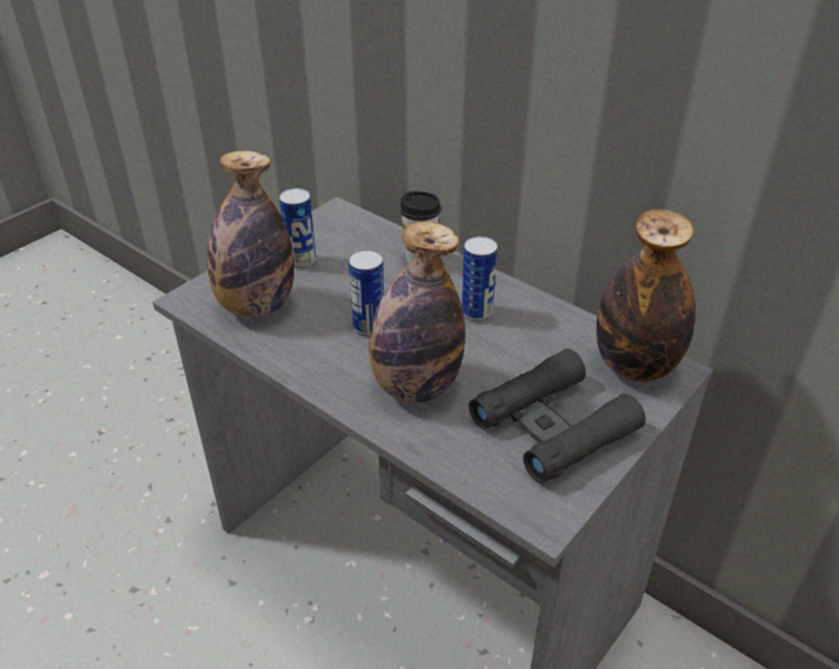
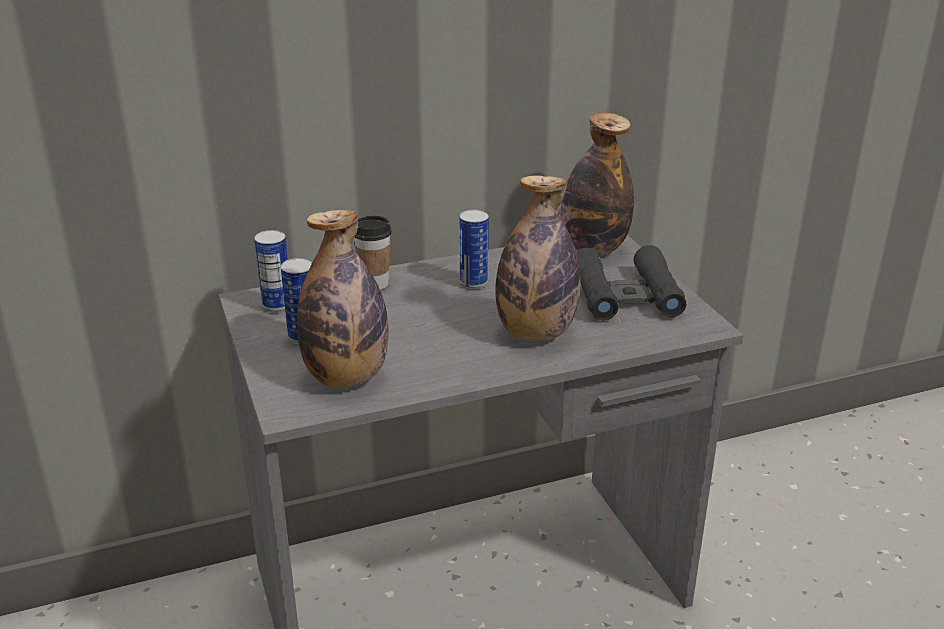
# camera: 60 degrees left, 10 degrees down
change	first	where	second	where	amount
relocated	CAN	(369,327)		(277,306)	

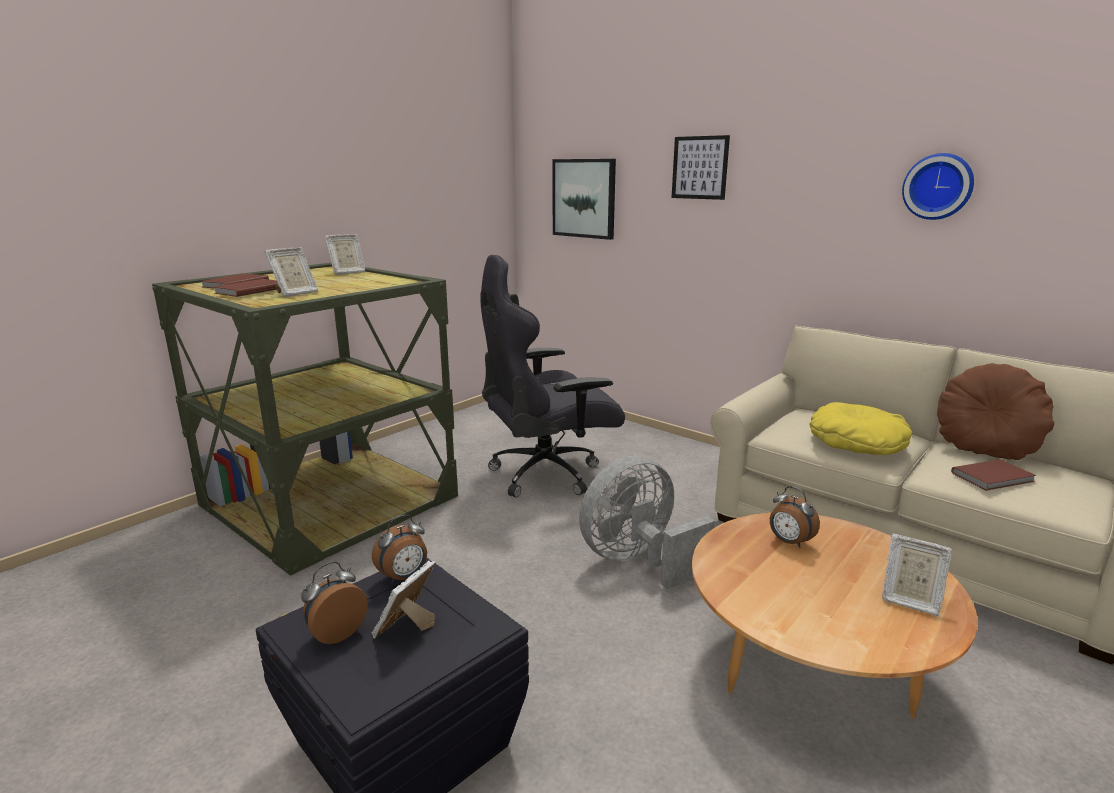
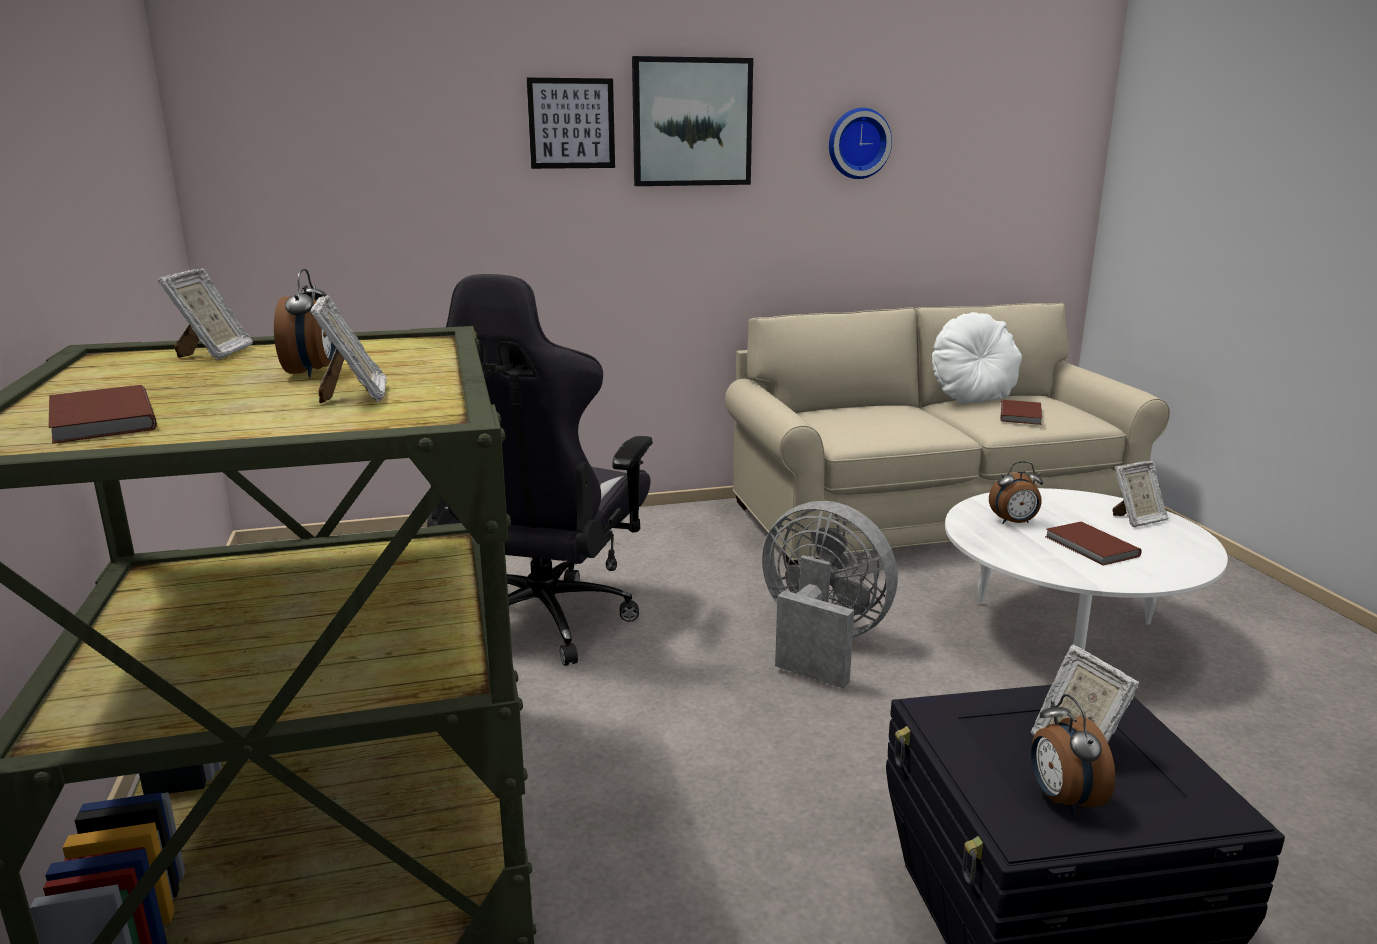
# camera: 55 degrees left, 0 degrees up
change	first	where	second	where	amount
relocated	PICTURE	(584,198)		(691,122)	
relocated	BROWN BOOK	(249,290)		(1090,547)	
colour	BROWN PILLOW	(984,451)	WHITE PILLOW	(972,400)	
missing	YELLOW PILLOW	(858,442)			
spun	GREY FAN	(638,561)		(821,642)	120 degrees clockwise
colour	BROWN COFFEE TABLE	(810,669)	WHITE COFFEE TABLE	(1065,635)	
relocated	ALARM CLOCK	(404,577)		(313,372)	

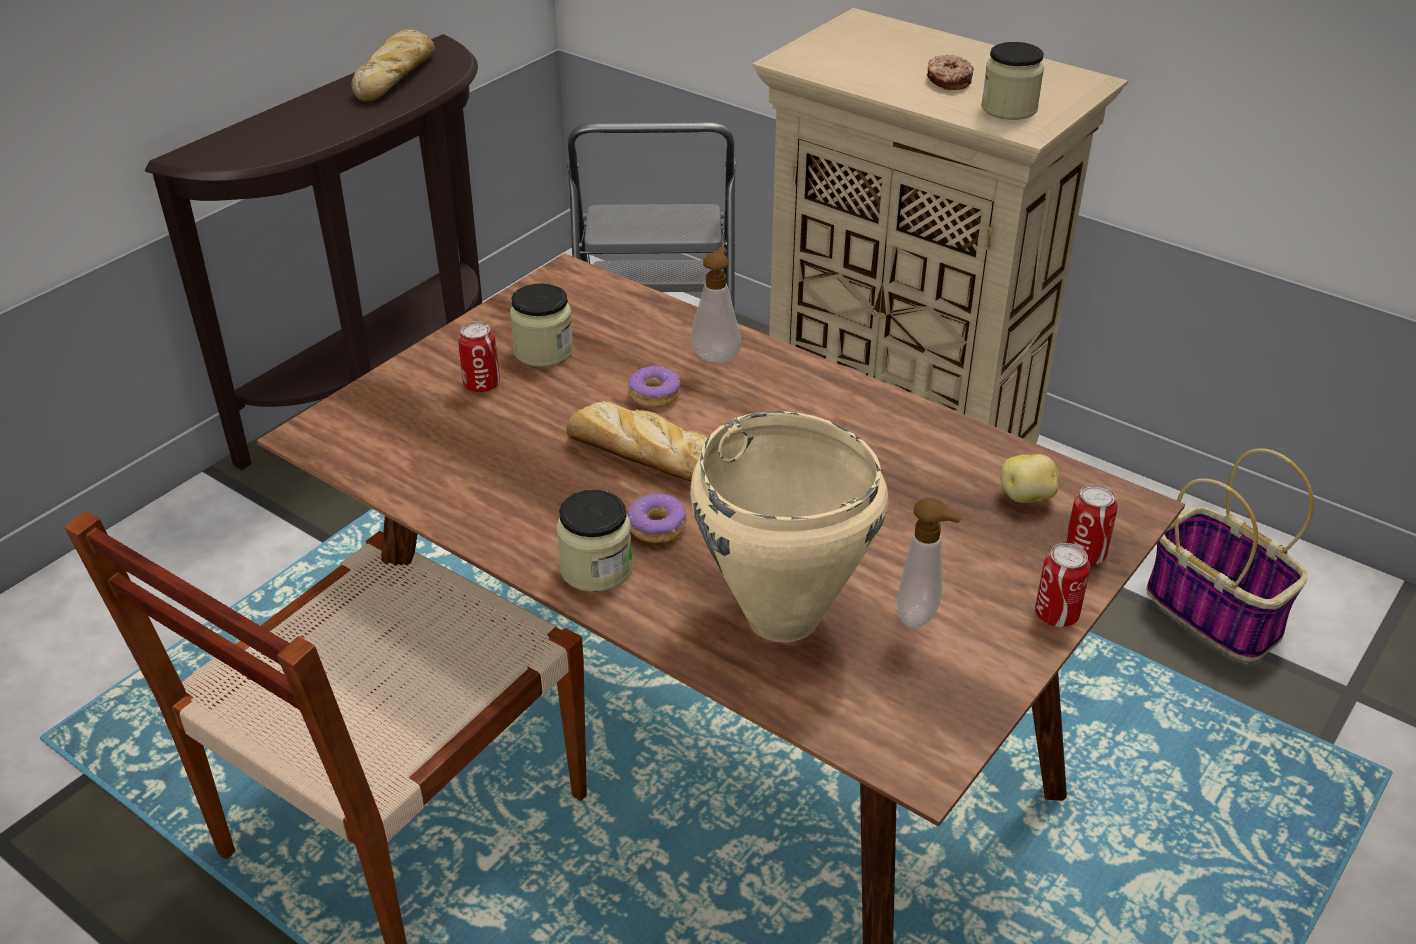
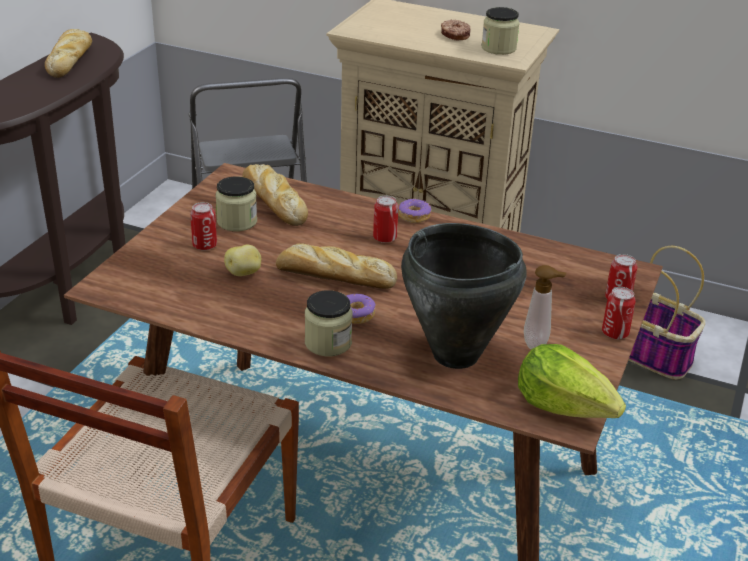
# camera: 15 degrees left, 5 degrees down
change	first	where	second	where	amount
missing	SOAP DISPENSER	(716,355)			
relocated	DONUT	(654,394)		(414,216)	
colour	BEIGE COOKING POT	(783,618)	BLACK COOKING POT	(456,355)	
relocated	POTATO	(1027,497)		(244,273)	
appeared			BREAD	(273,201)	
appeared			CAN	(384,238)	
appeared			LETTUCE	(565,406)	

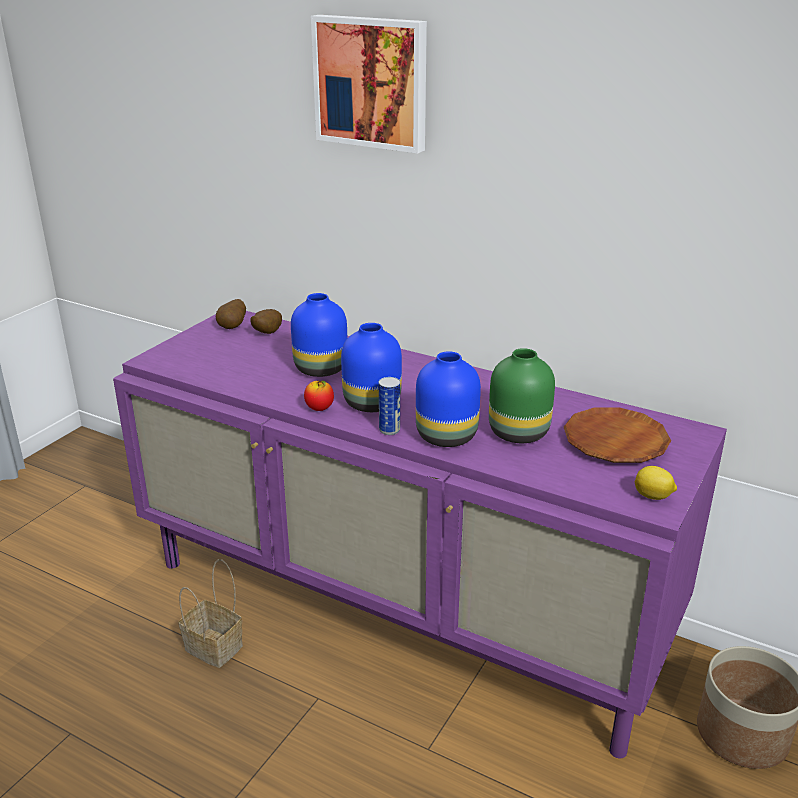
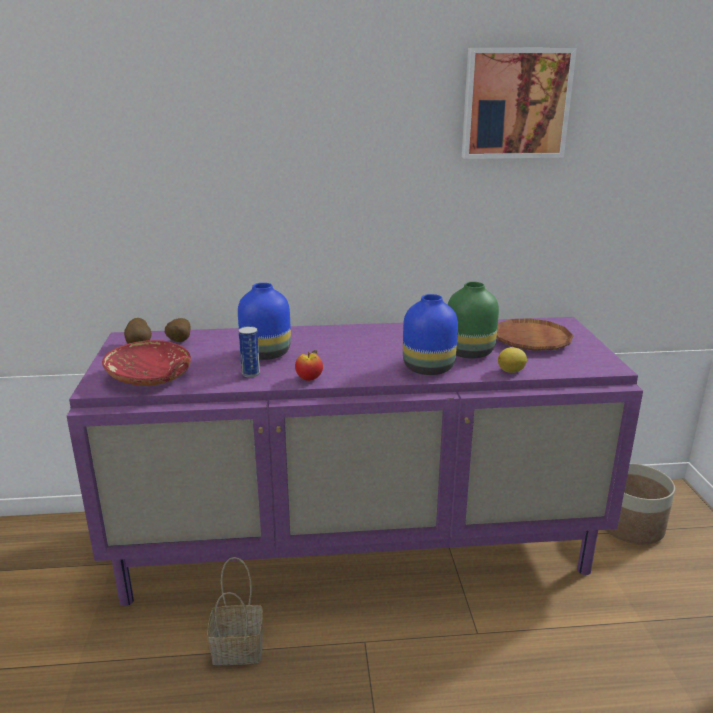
# camera: 35 degrees left, 5 degrees down
change	first	where	second	where	amount
relocated	PICTURE	(372,82)		(515,103)	
missing	BLUE VASE	(371,402)			
relocated	CAN	(389,430)		(251,374)	
relocated	LEMON	(653,496)		(512,371)	
appeared			RED BOWL	(151,377)	

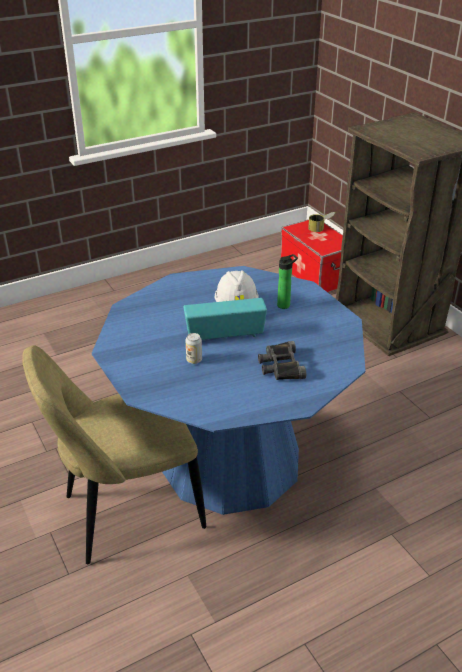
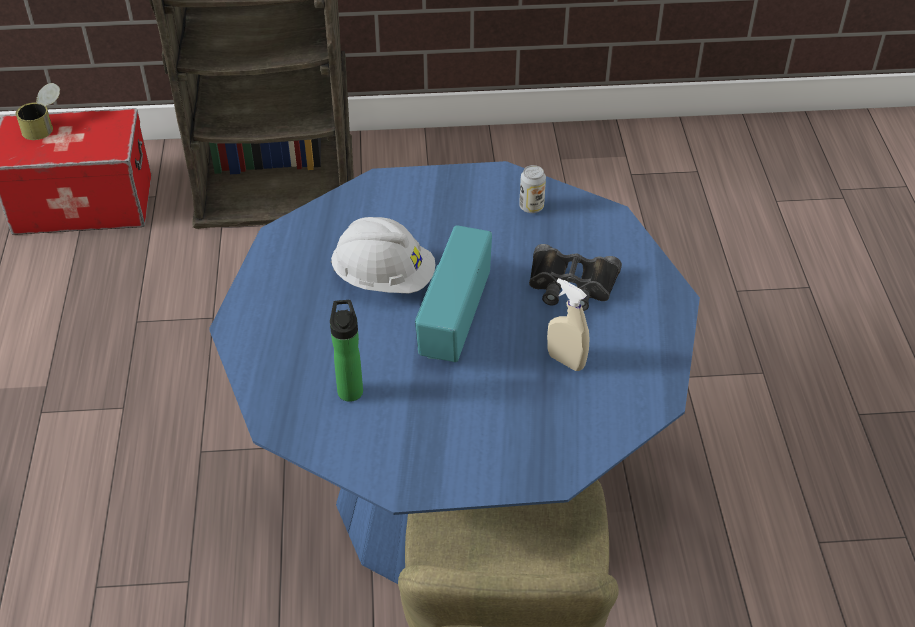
# camera: 65 degrees left, 10 degrees up
change	first	where	second	where	amount
relocated	BOTTLE	(285,305)		(350,388)	
relocated	CAN	(194,360)		(531,207)	
appeared			BEIGE SPRAY BOTTLE	(565,361)	

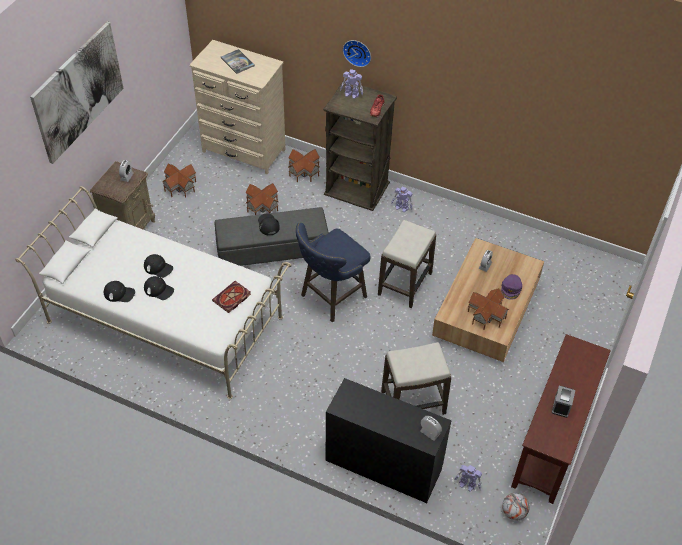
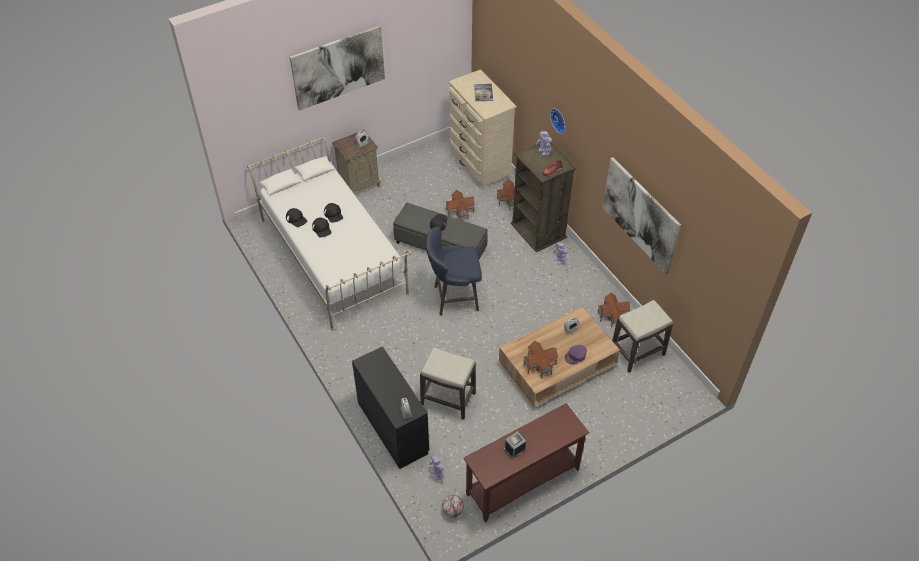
# camera: 35 degrees right, 0 degrees up
change	first	where	second	where	amount
relocated	TOY HOUSE	(181,186)		(613,316)	
relocated	STOOL	(405,284)		(637,352)	
missing	BOOK	(231,298)			
appeared			PICTURE	(640,215)	

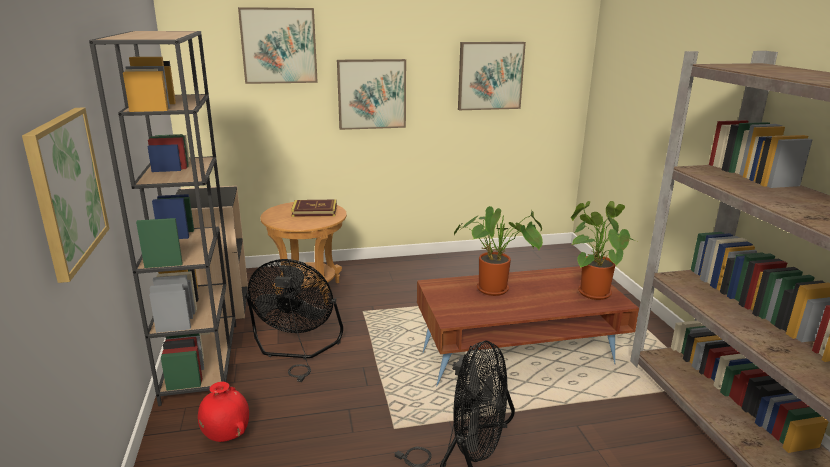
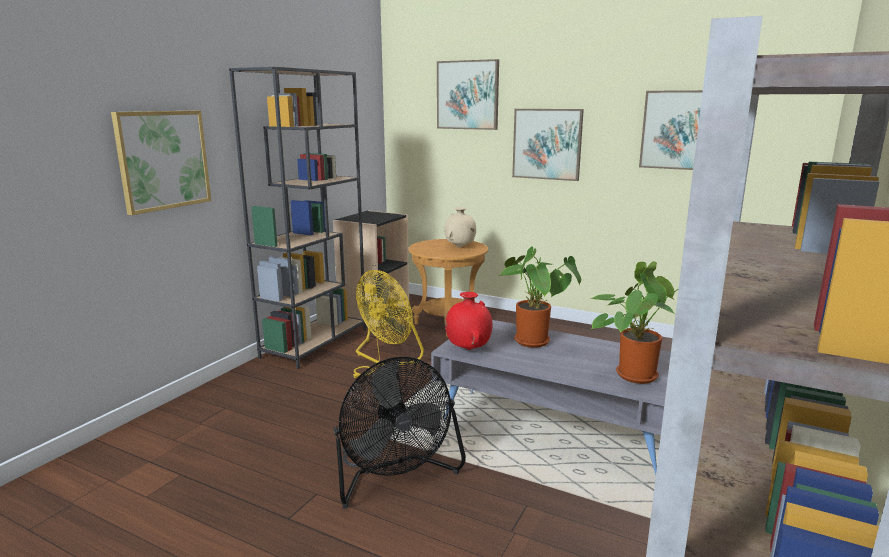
# camera: 40 degrees right, 5 degrees down
change	first	where	second	where	amount
exchanged	BOOK	(314,211)	BEIGE VASE	(460,247)	
colour	BLACK FAN	(294,350)	YELLOW FAN	(380,357)	
colour	BROWN COFFEE TABLE	(517,359)	GREY COFFEE TABLE	(553,431)	
relocated	RED VASE	(226,436)		(468,349)	

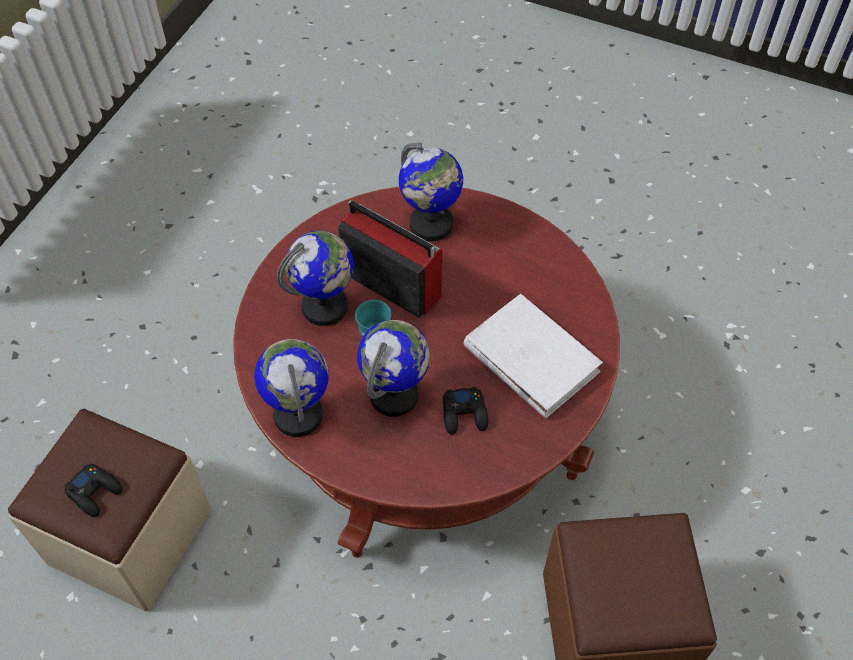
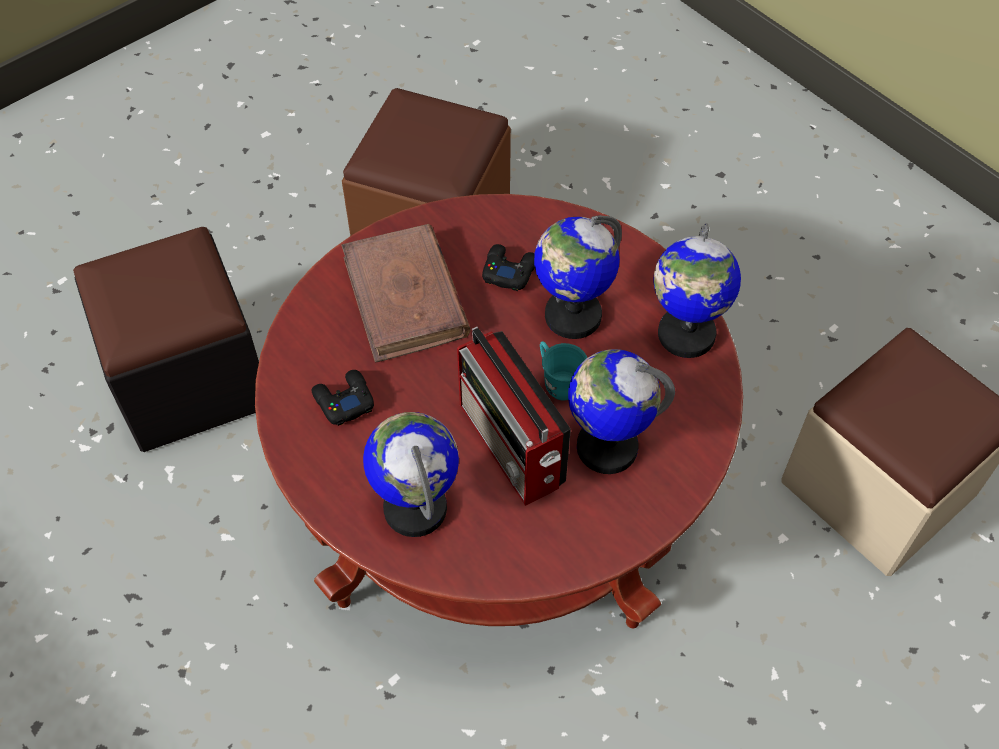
# camera: 155 degrees left, 0 degrees up
change	first	where	second	where	amount
colour	WHITE BOOK	(530,359)	BROWN BOOK	(405,297)	
relocated	BLACK GAME CONTROLLER	(95,492)		(343,401)	
appeared			BLACK OTTOMAN	(190,379)	

